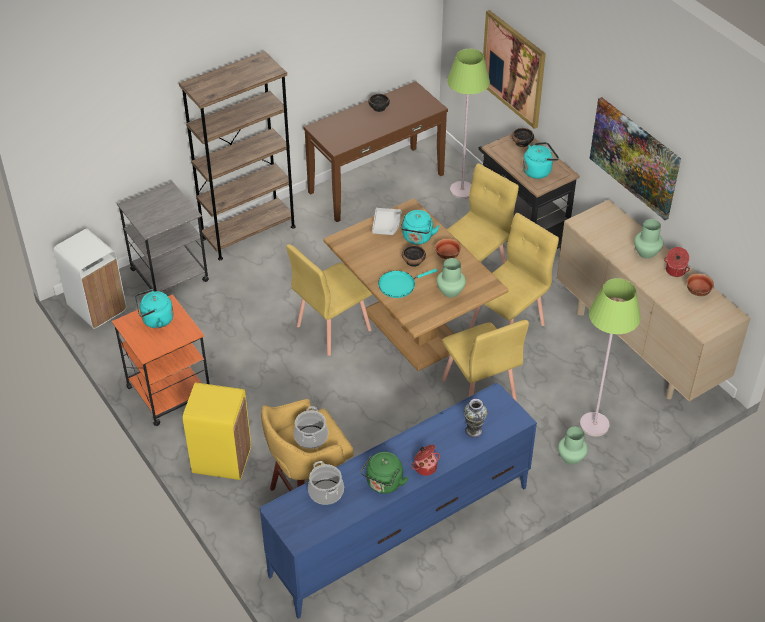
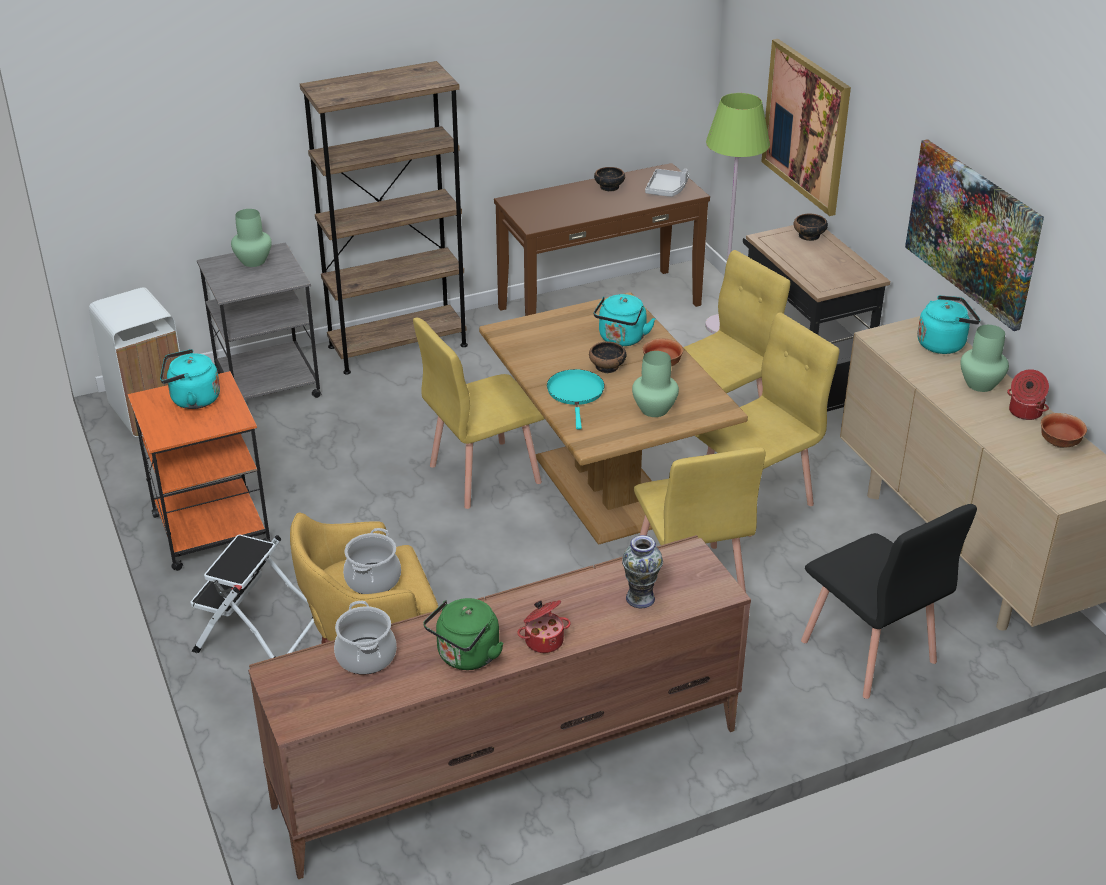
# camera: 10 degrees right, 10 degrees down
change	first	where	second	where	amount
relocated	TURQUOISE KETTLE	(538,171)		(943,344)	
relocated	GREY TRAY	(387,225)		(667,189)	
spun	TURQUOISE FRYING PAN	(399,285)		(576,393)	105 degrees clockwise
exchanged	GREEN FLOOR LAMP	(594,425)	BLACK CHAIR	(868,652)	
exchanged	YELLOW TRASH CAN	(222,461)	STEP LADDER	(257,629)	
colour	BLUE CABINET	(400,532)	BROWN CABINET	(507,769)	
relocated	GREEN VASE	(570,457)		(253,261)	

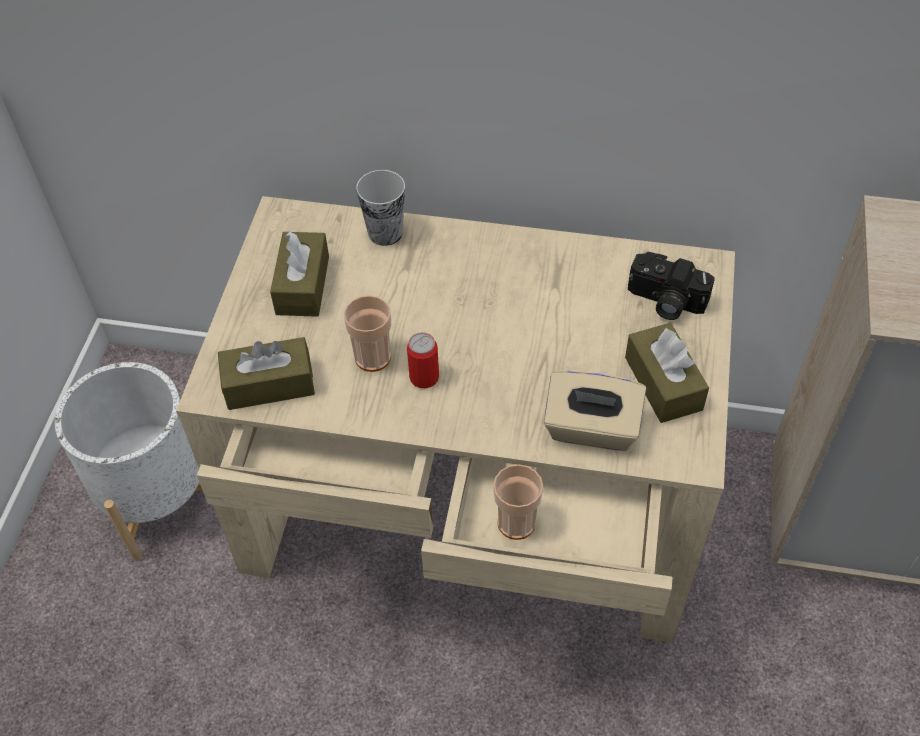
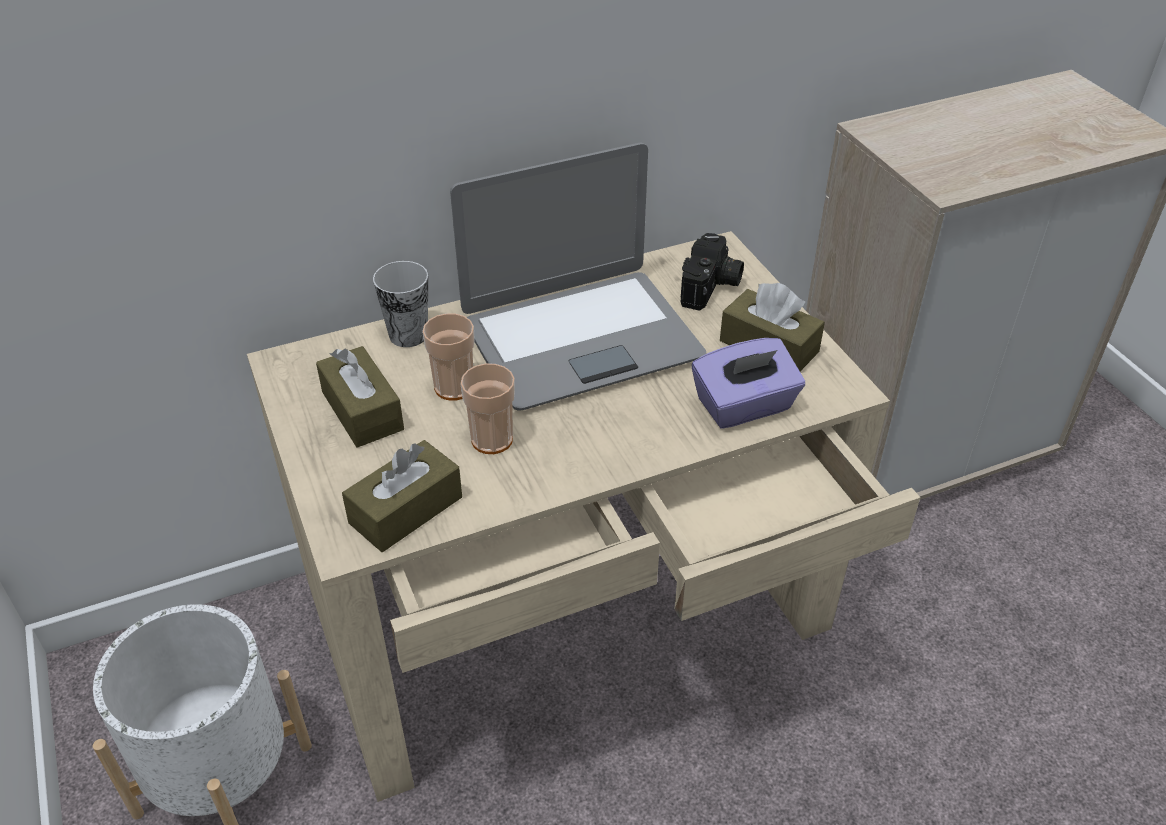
# camera: 35 degrees left, 10 degrees down
change	first	where	second	where	amount
spun	PHOTO CAMERA	(664,301)		(711,287)	60 degrees counterclockwise
missing	CAN	(424,377)			
colour	BEIGE TISSUE BOX	(591,429)	PURPLE TISSUE BOX	(744,406)	
relocated	CUP	(516,523)		(454,387)	
appeared			LAPTOP	(580,339)	

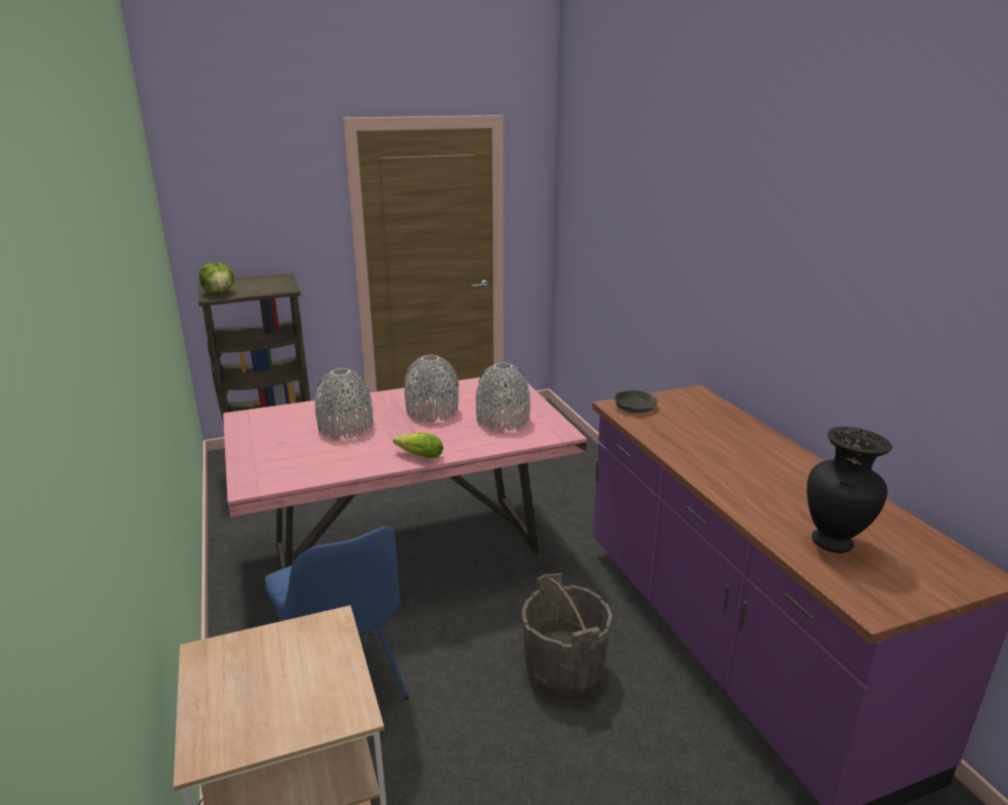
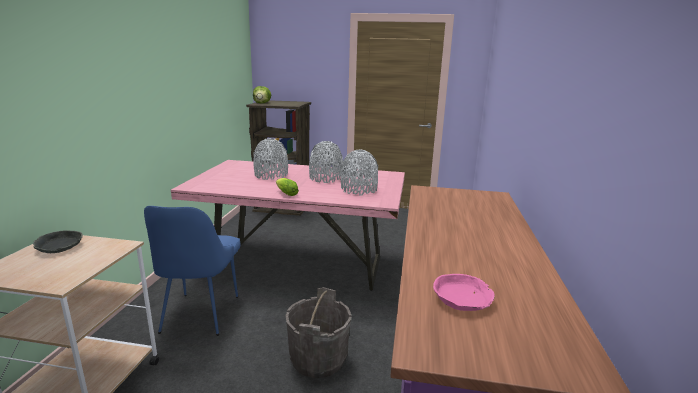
# camera: 30 degrees right, 5 degrees down
change	first	where	second	where	amount
relocated	GREY BOWL	(635,407)		(59,247)	
exchanged	BLACK VASE	(834,543)	PINK BOWL	(462,299)	

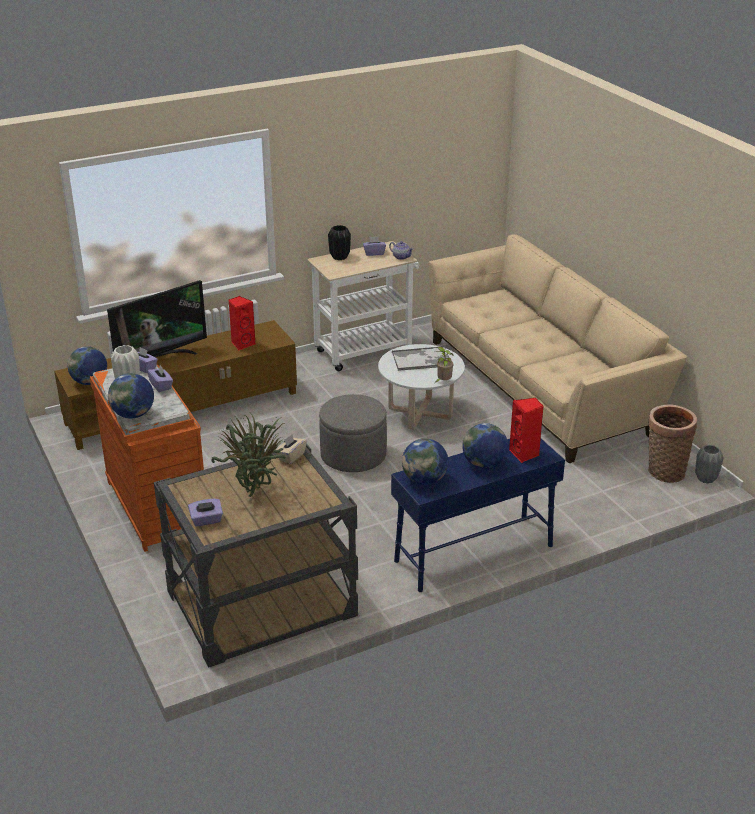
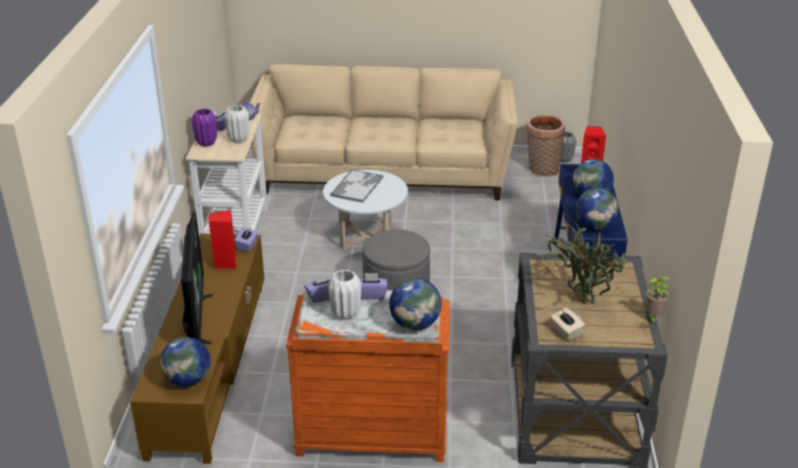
# camera: 60 degrees left, 0 degrees up
change	first	where	second	where	amount
colour	BLACK VASE	(340,257)	PURPLE VASE	(207,143)	
relocated	POTTED PLANT	(443,382)		(652,318)	
relocated	BEIGE TISSUE BOX	(291,456)		(566,332)	
relocated	PURPLE TISSUE BOX	(206,520)		(247,246)	
appeared			WHITE VASE	(238,139)	

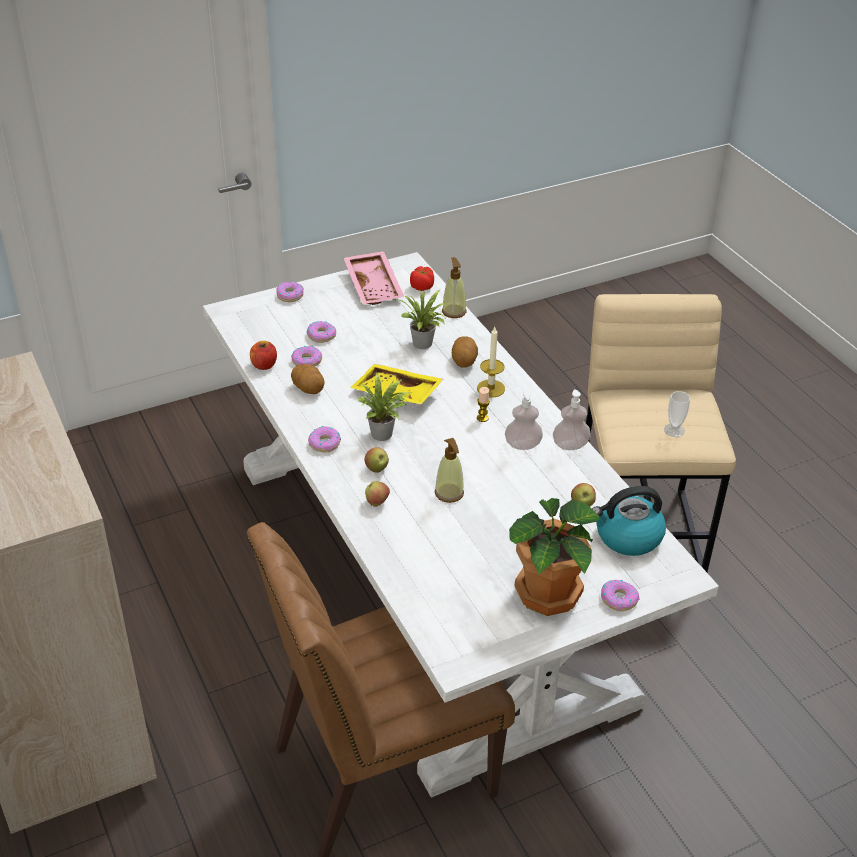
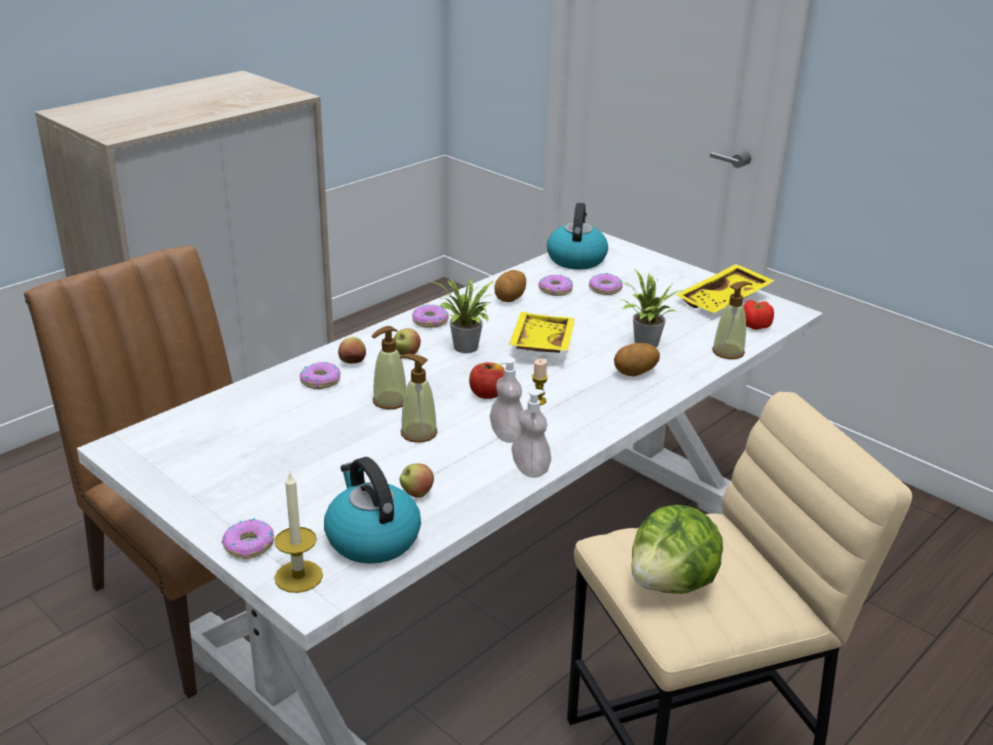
# camera: 70 degrees right, 10 degrees down
change	first	where	second	where	amount
colour	PINK TRAY	(375,286)	YELLOW TRAY	(724,300)	
relocated	DONUT	(290,295)		(320,381)	
relocated	CANDLE	(491,388)		(298,576)	
relocated	APPLE	(264,365)		(487,394)	
exchanged	CUP	(674,430)	LETTUCE	(672,583)	
missing	POTTED PLANT	(551,594)			
appeared			KETTLE	(576,259)	
appeared			SOAP DISPENSER	(418,433)	

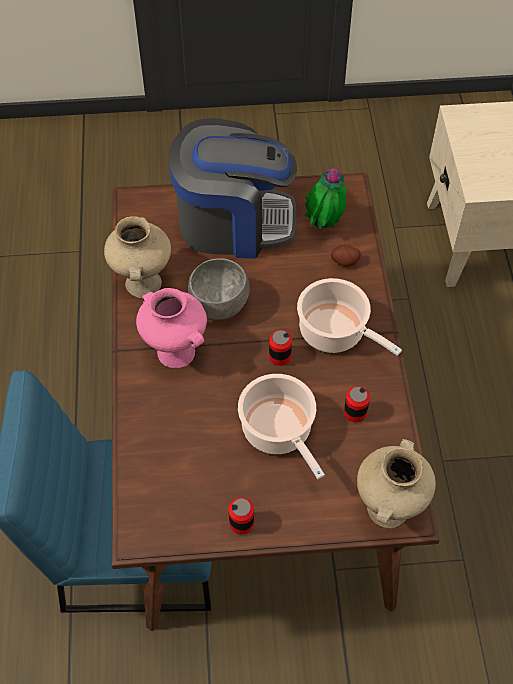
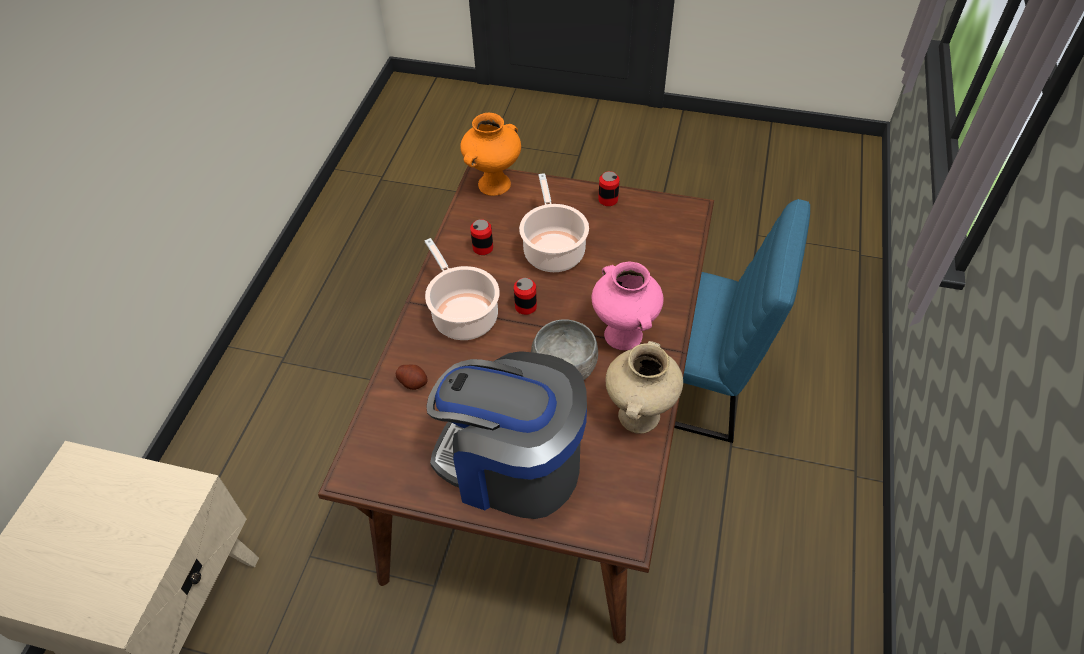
# camera: 160 degrees left, 5 degrees down
change	first	where	second	where	amount
missing	POTTED PLANT	(324,226)			
colour	BEIGE VASE	(388,510)	ORANGE VASE	(494,183)	

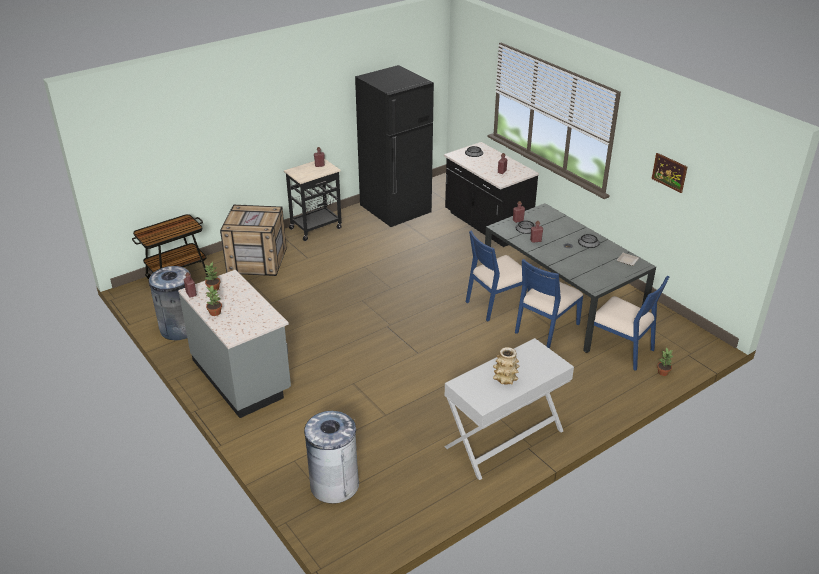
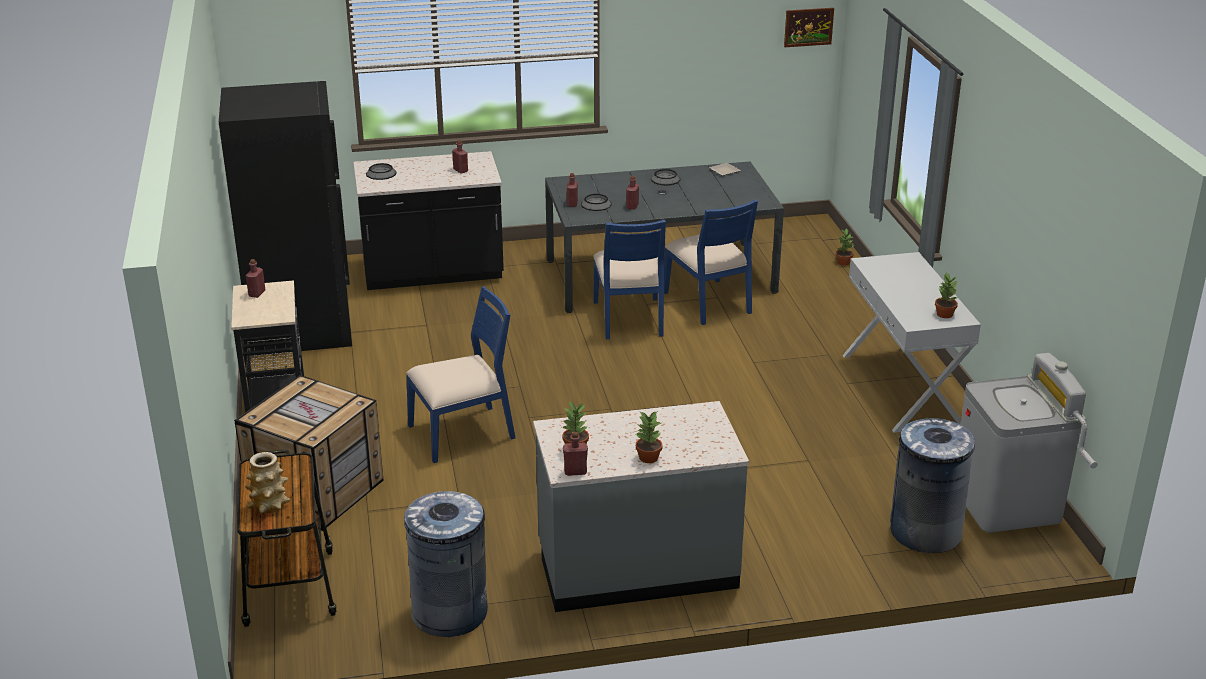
# camera: 65 degrees left, 5 degrees down
change	first	where	second	where	amount
relocated	PICTURE	(669,172)		(808,27)	
relocated	BLUE CHAIR	(620,349)		(463,432)	
relocated	VASE	(505,379)		(269,505)	
appeared			POTTED PLANT	(944,314)	
appeared			GREY WASHING MACHINE	(1008,507)	

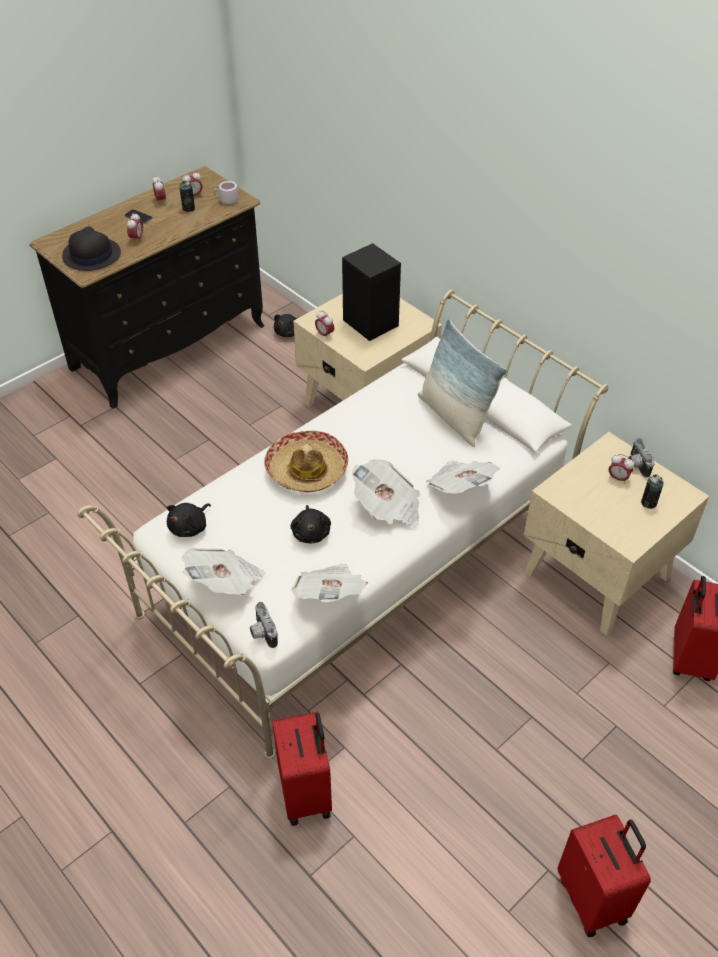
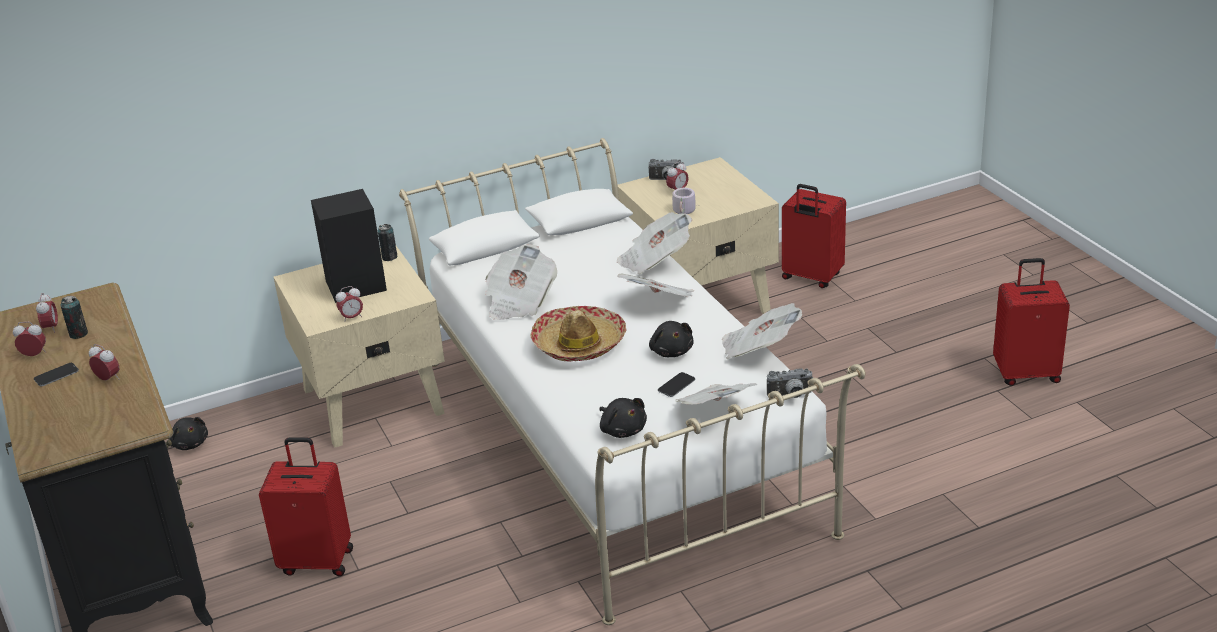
# camera: 70 degrees left, 15 degrees down
change	first	where	second	where	amount
relocated	GREY MUG	(227,201)		(685,211)	
missing	BLACK HAT	(91,255)			
missing	PILLOW	(454,417)			
relocated	CAN	(648,503)		(389,257)	
spun	BLACK PLUSH TOY	(311,532)		(671,351)	60 degrees clockwise
relocated	RED SUITCASE	(307,793)		(317,560)	
appeared			NEWSPAPER	(519,301)	
appeared			PHONE	(676,385)	

